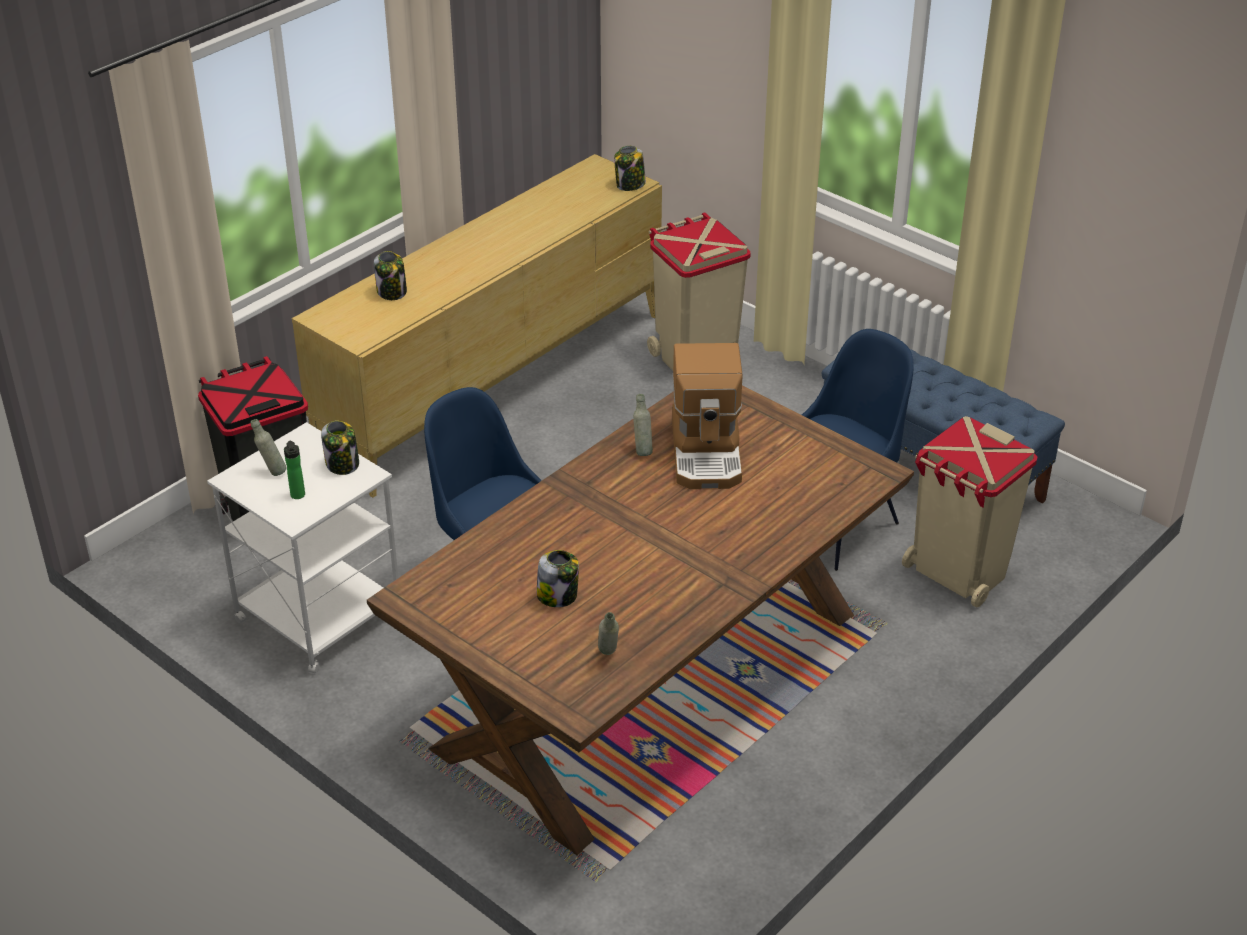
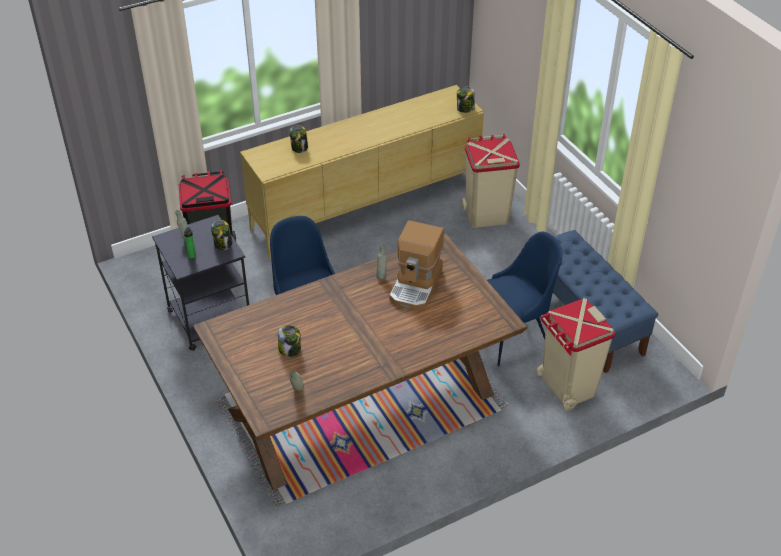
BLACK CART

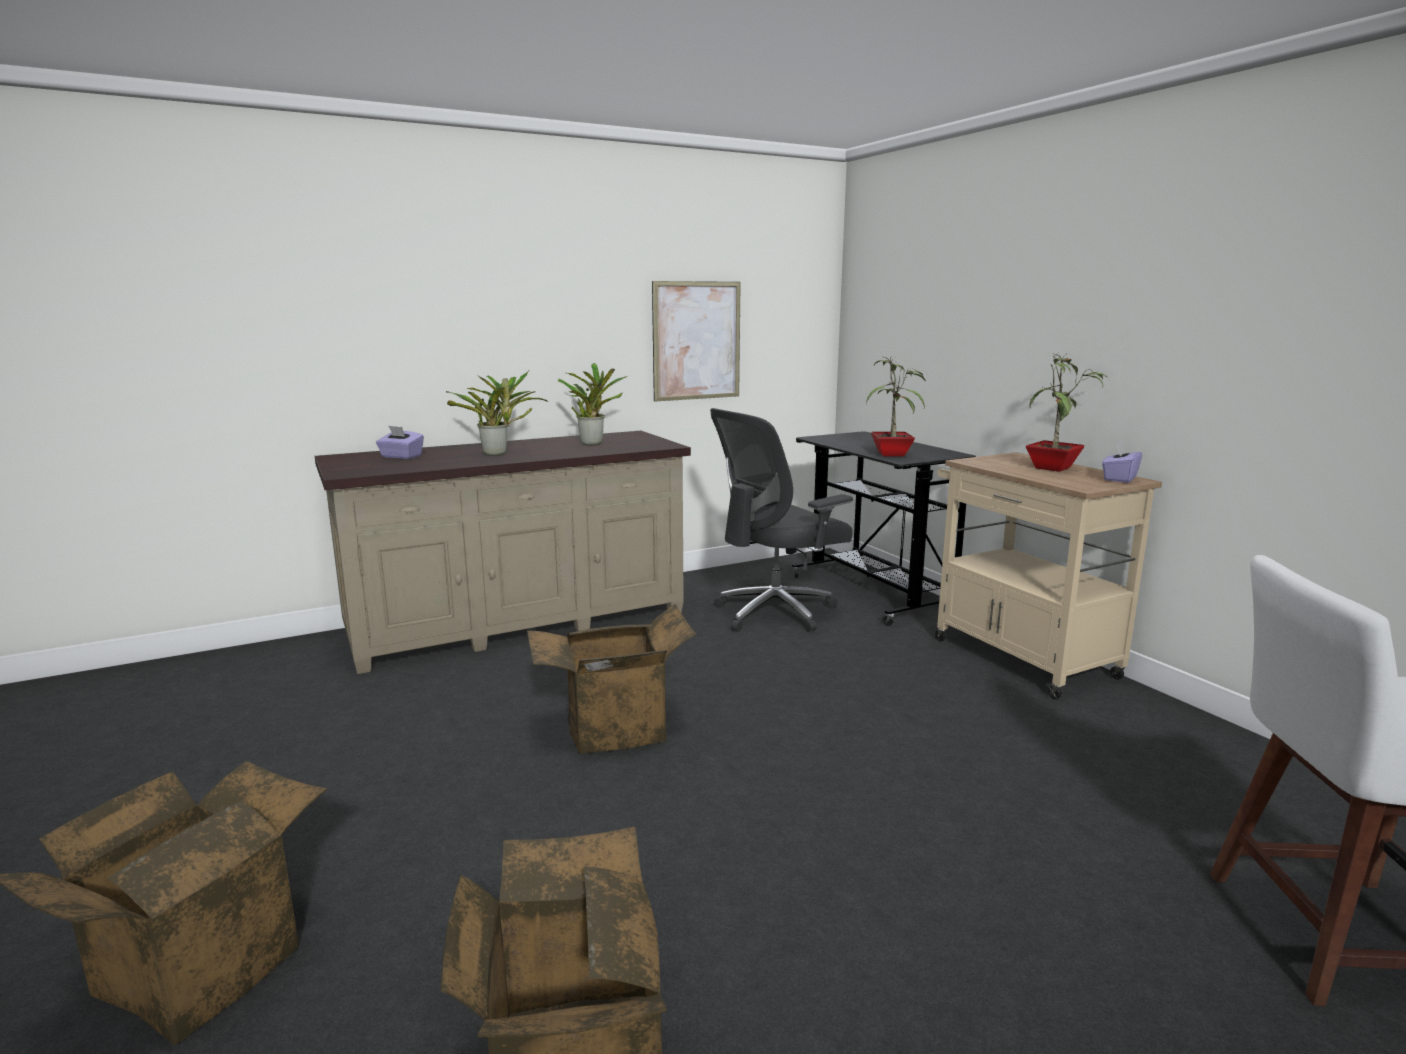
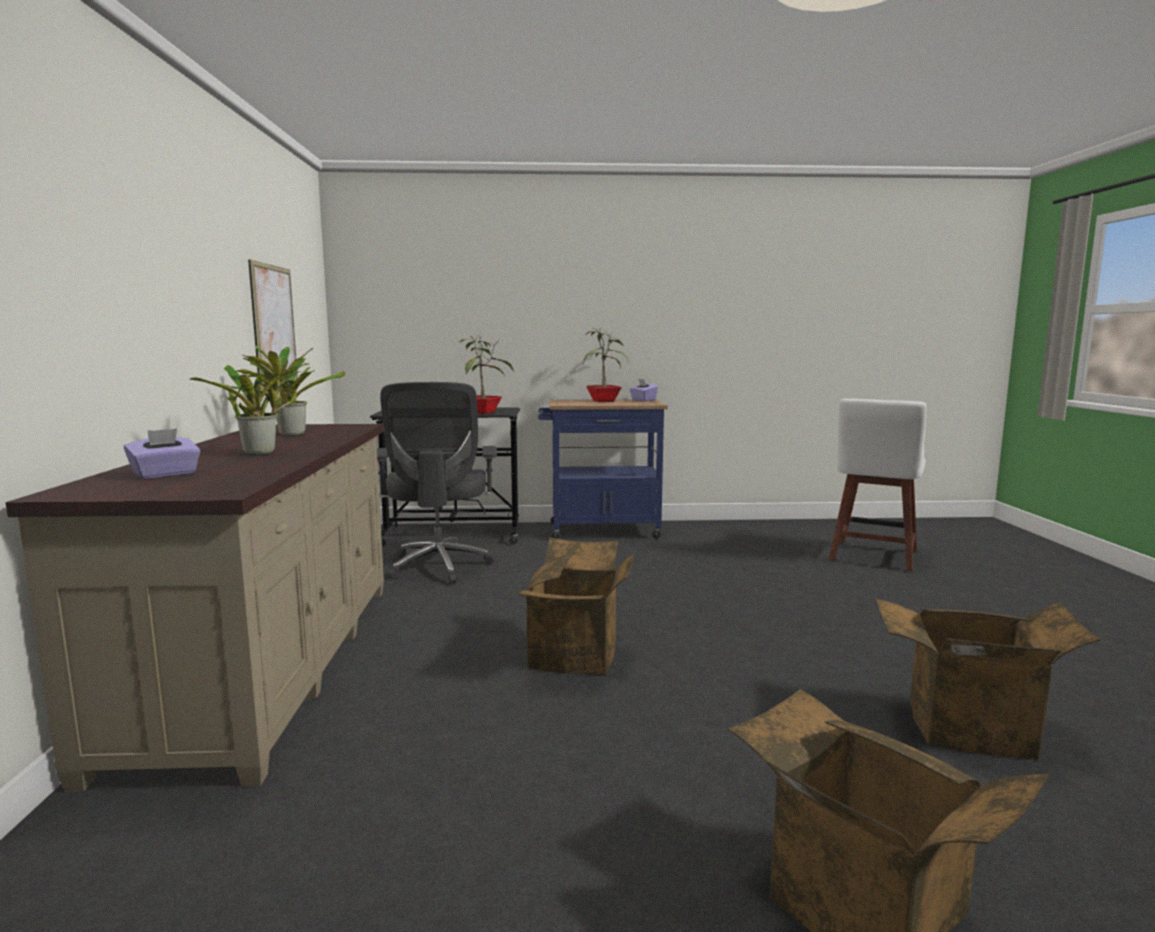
BLUE CART

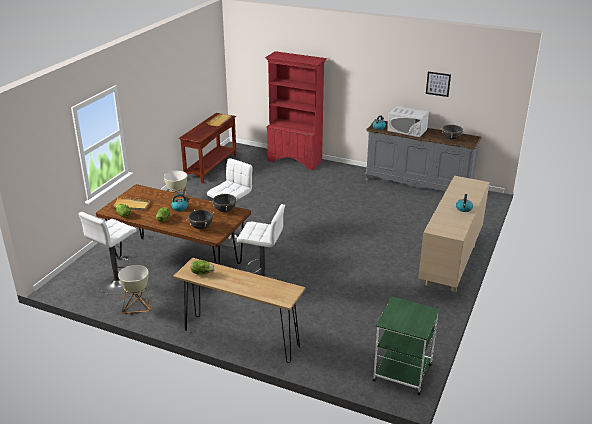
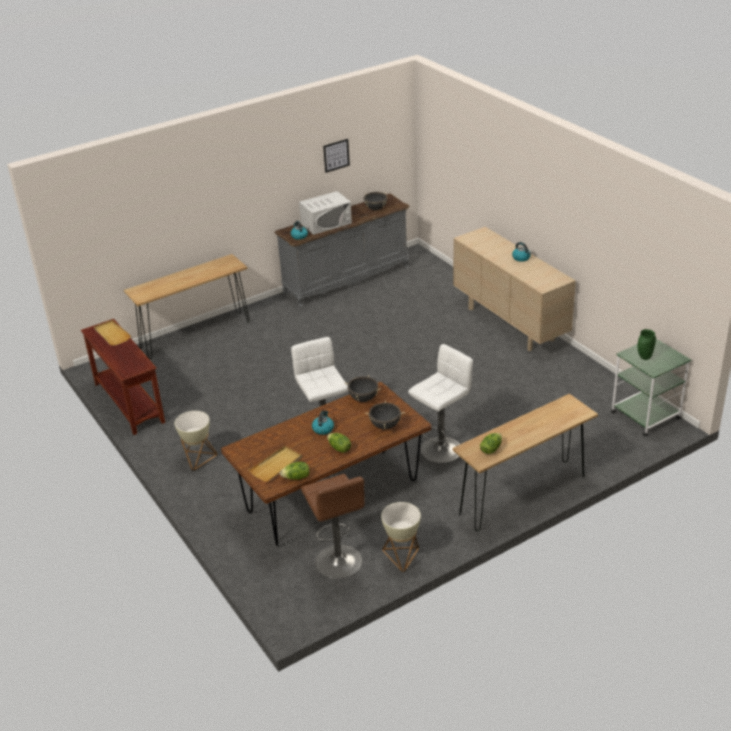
BROWN CONSOLE TABLE (no. 2 from left); BROWN STOOL; GREEN VASE

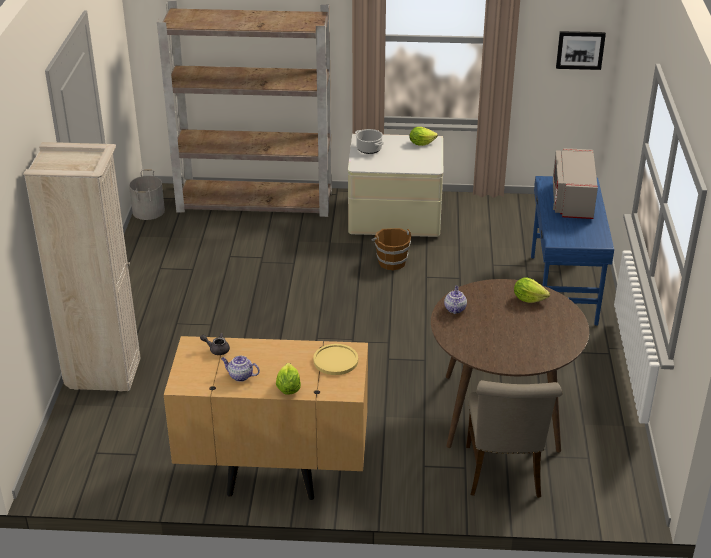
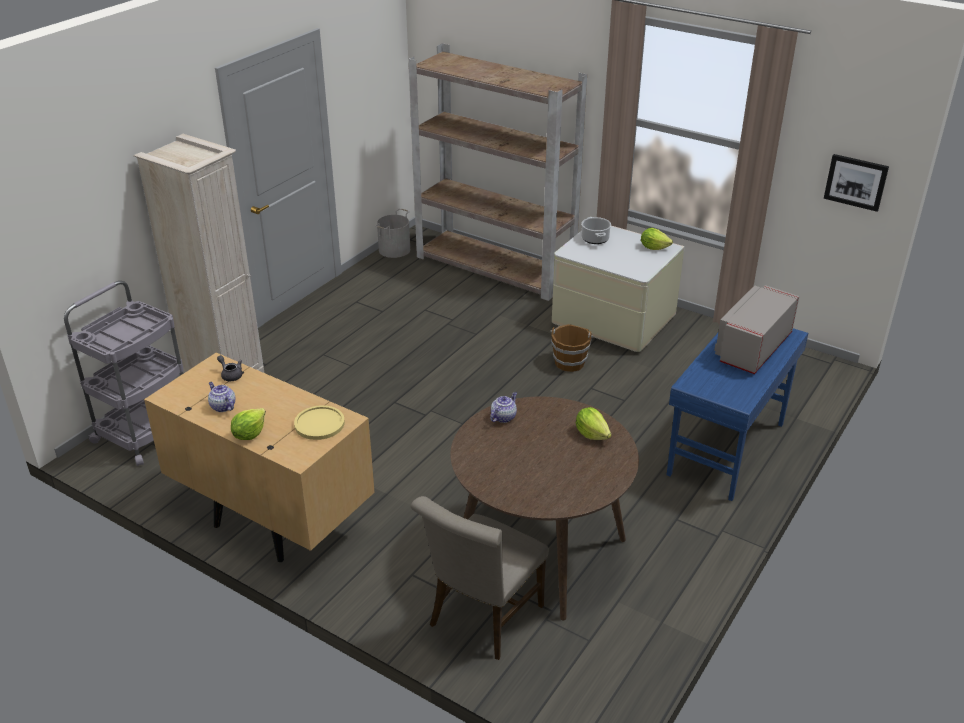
GREY CART

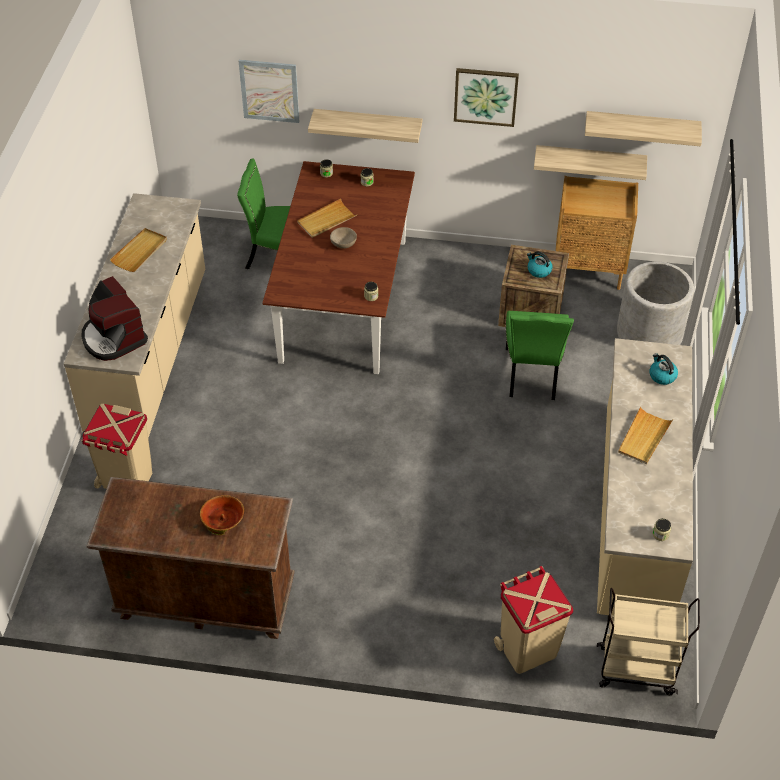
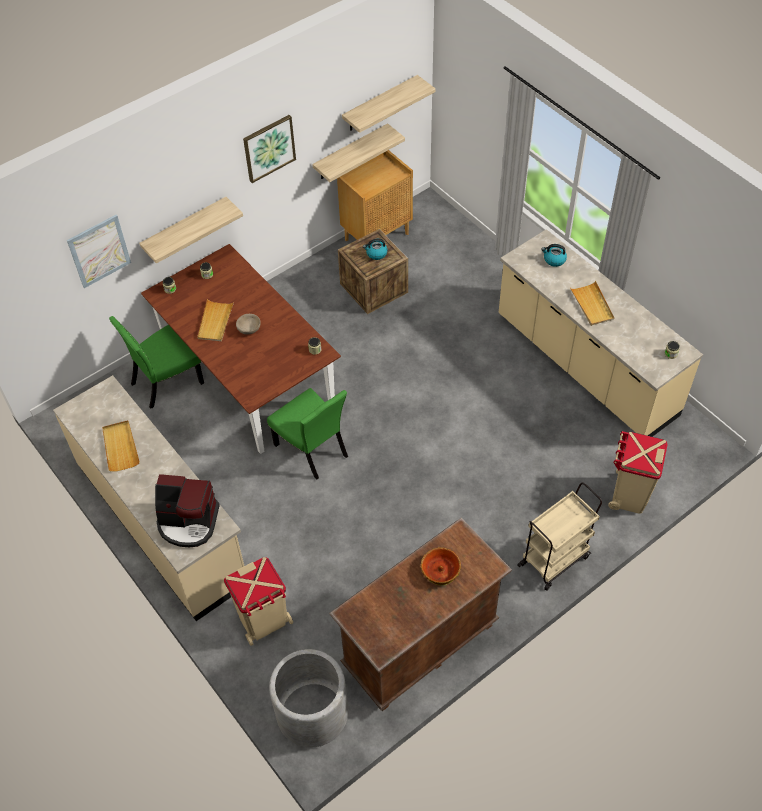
GREY PLANTER; GREEN CHAIR (no. 2 from left); BEIGE CART

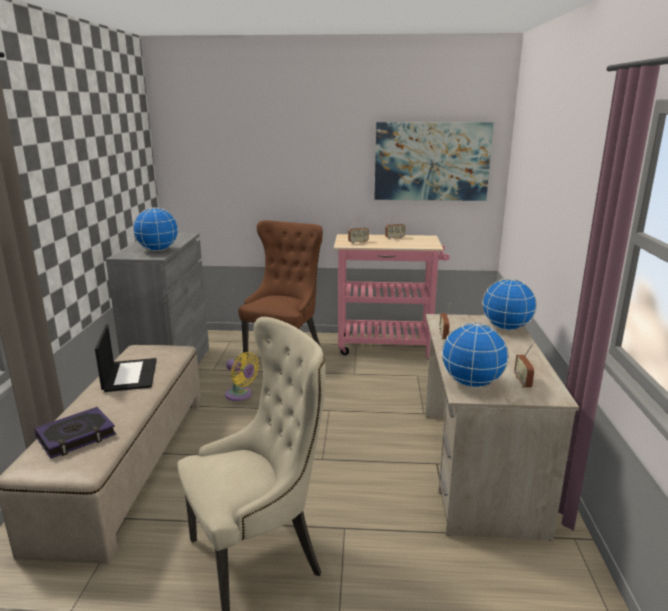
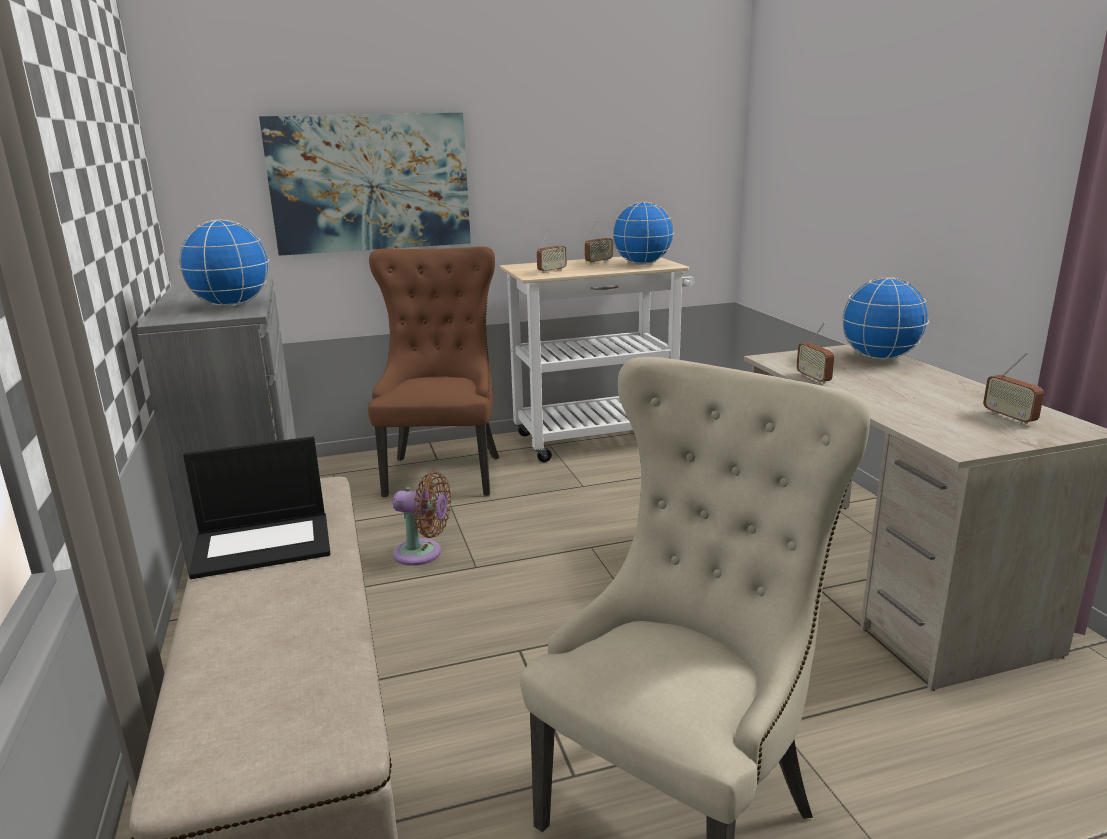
PICTURE; WHITE CART; GLOBE (no. 2 from left); LAPTOP; BROWN FAN; BOOK

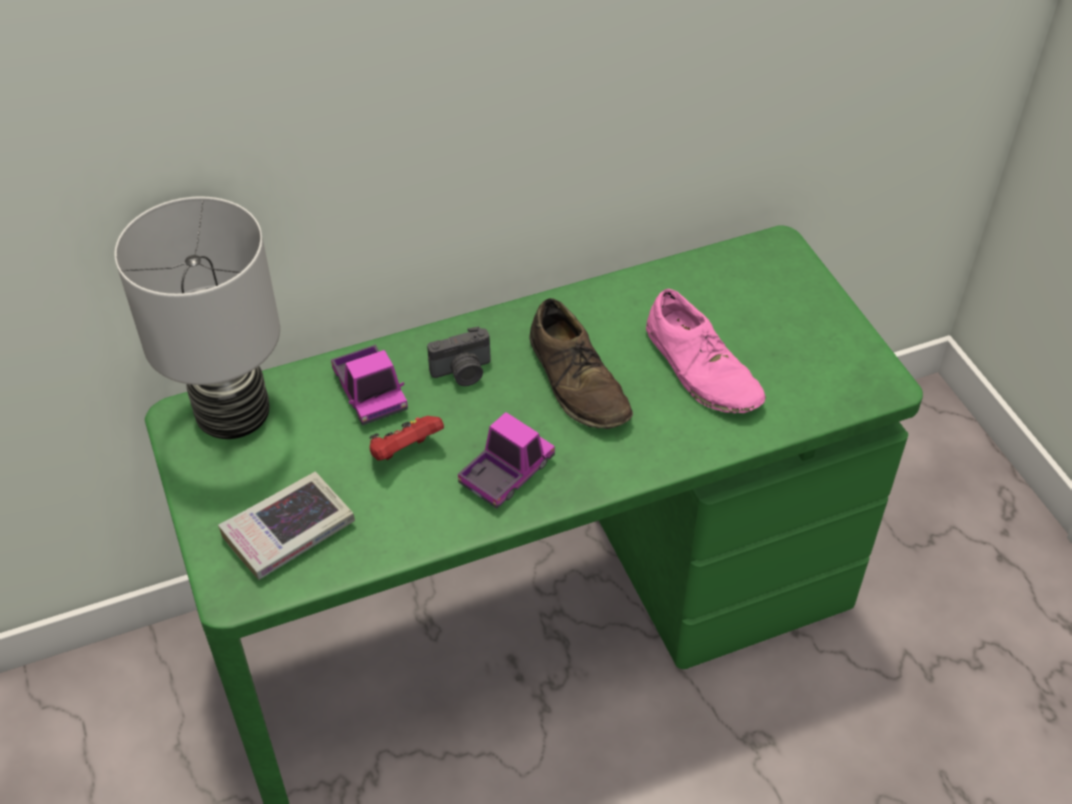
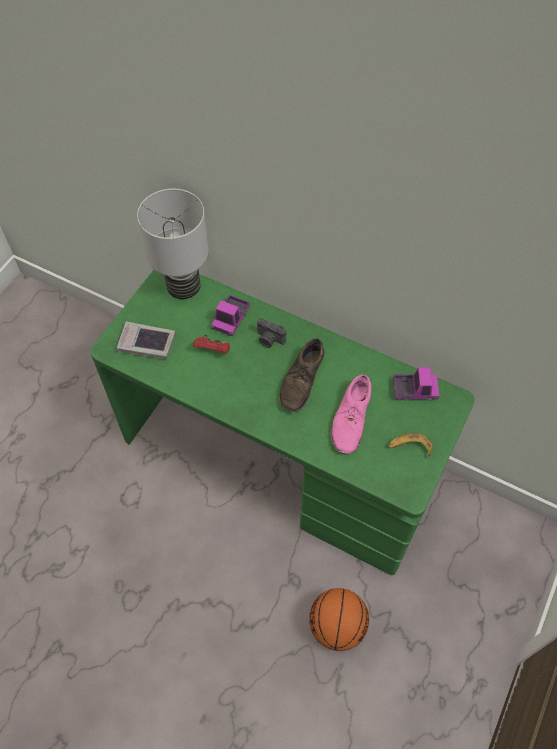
TOY TRUCK (no. 2 from left); BANANA; BASKETBALL

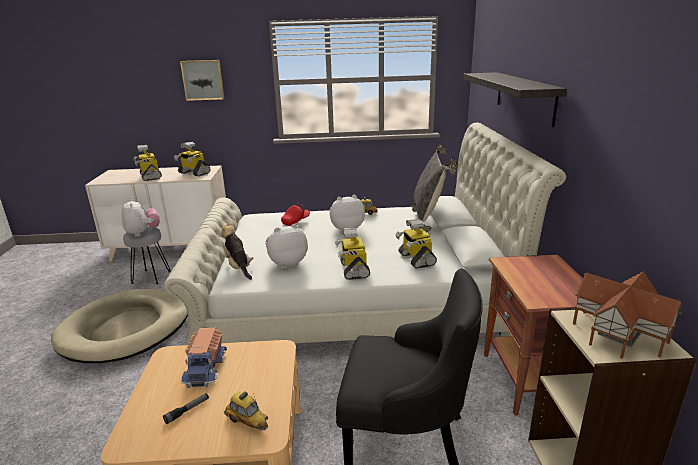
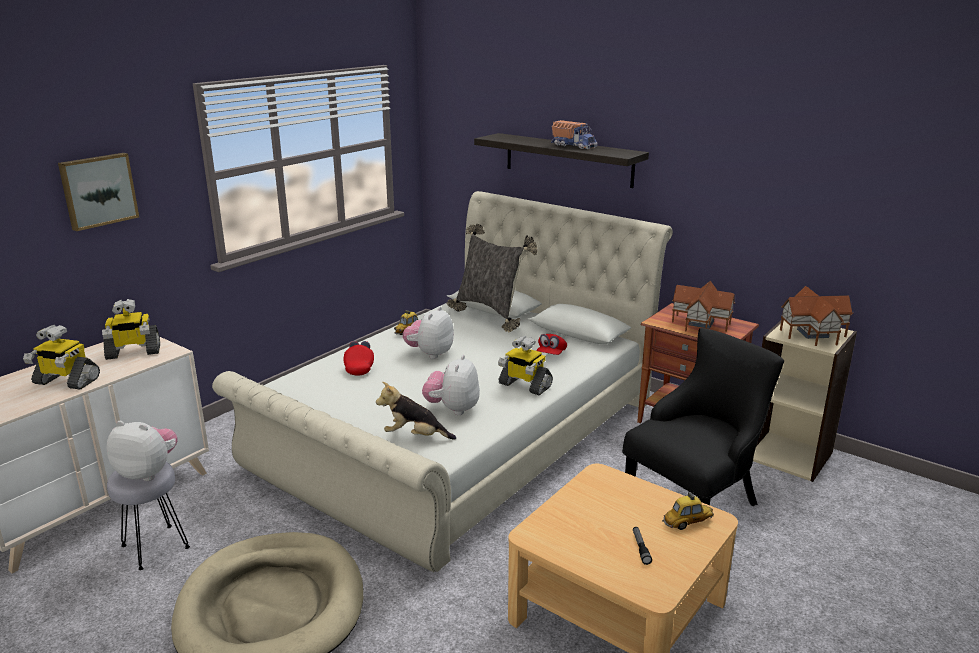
RED CAP (no. 2 from left); TOY TRUCK; TOY HOUSE (no. 1 from left)

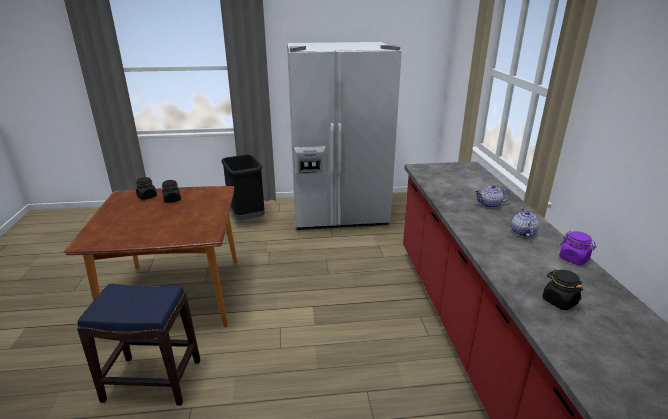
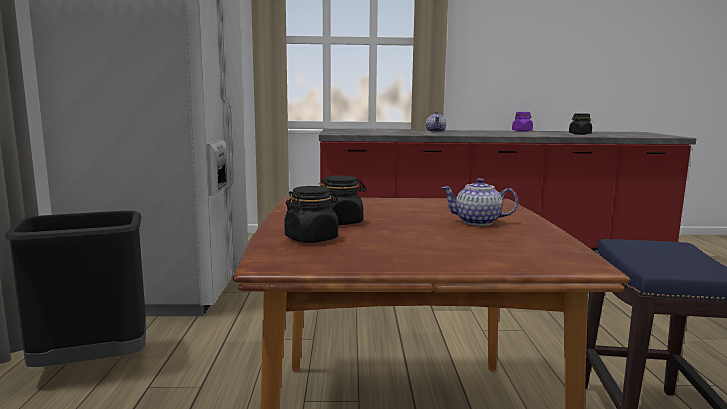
TEAPOT (no. 2 from left)

